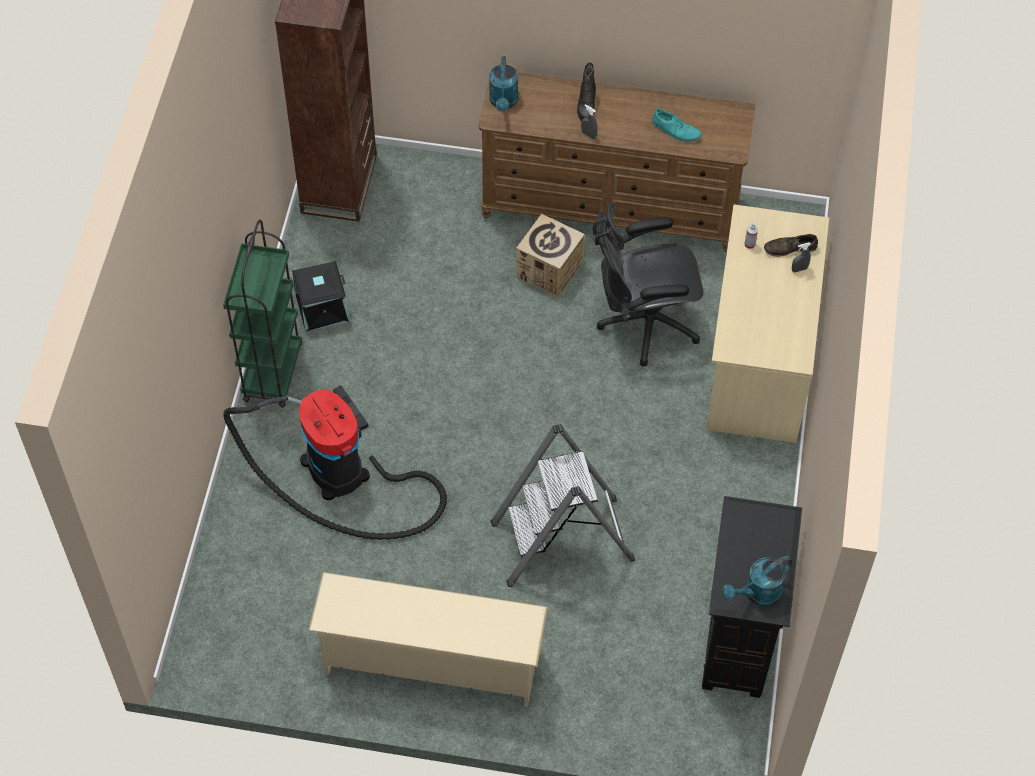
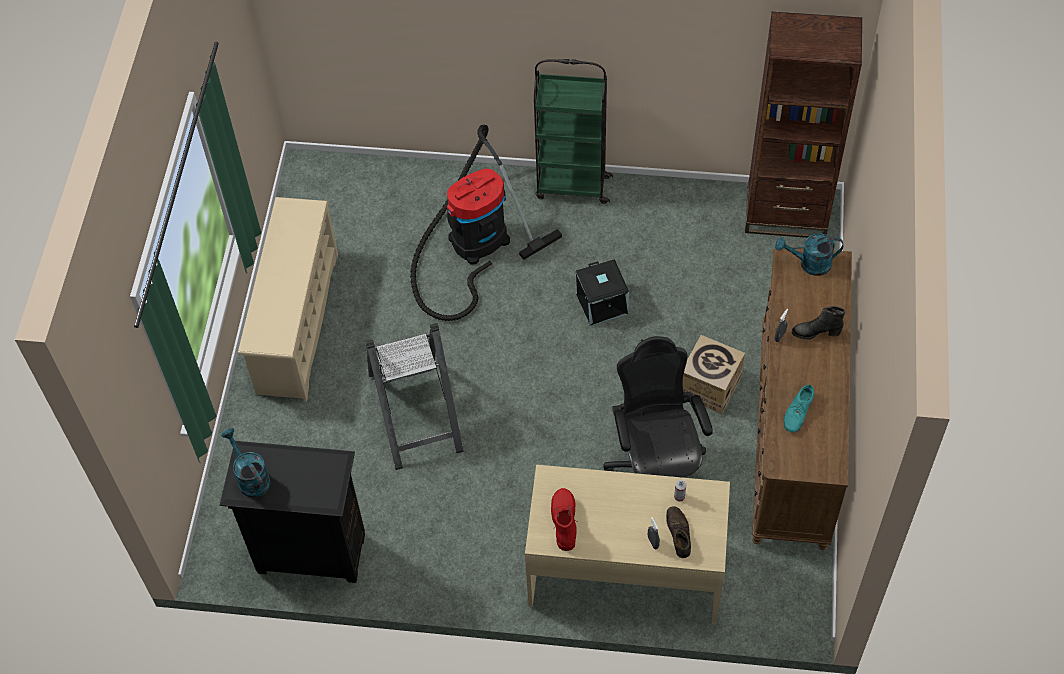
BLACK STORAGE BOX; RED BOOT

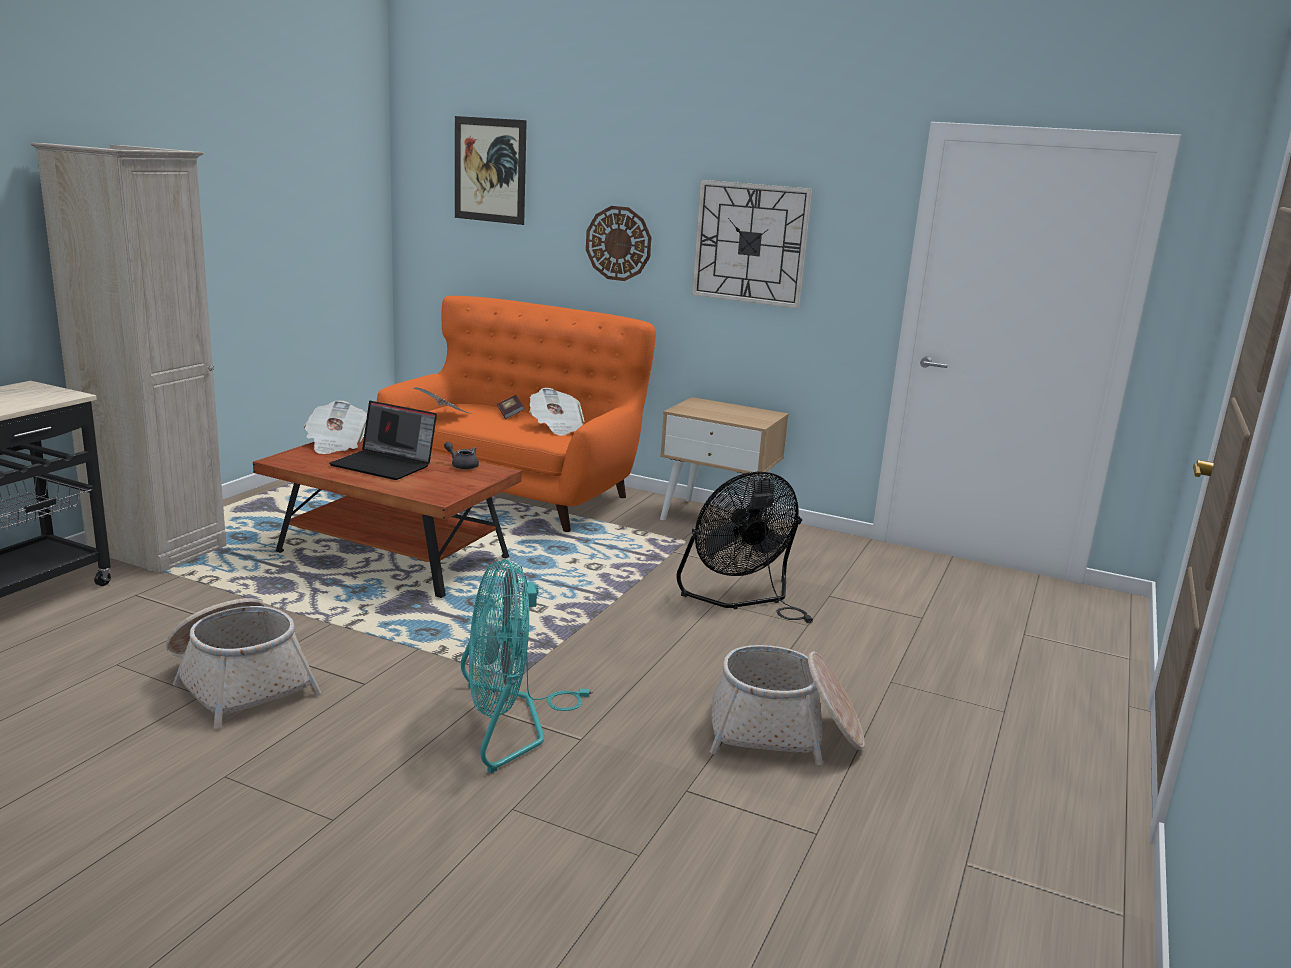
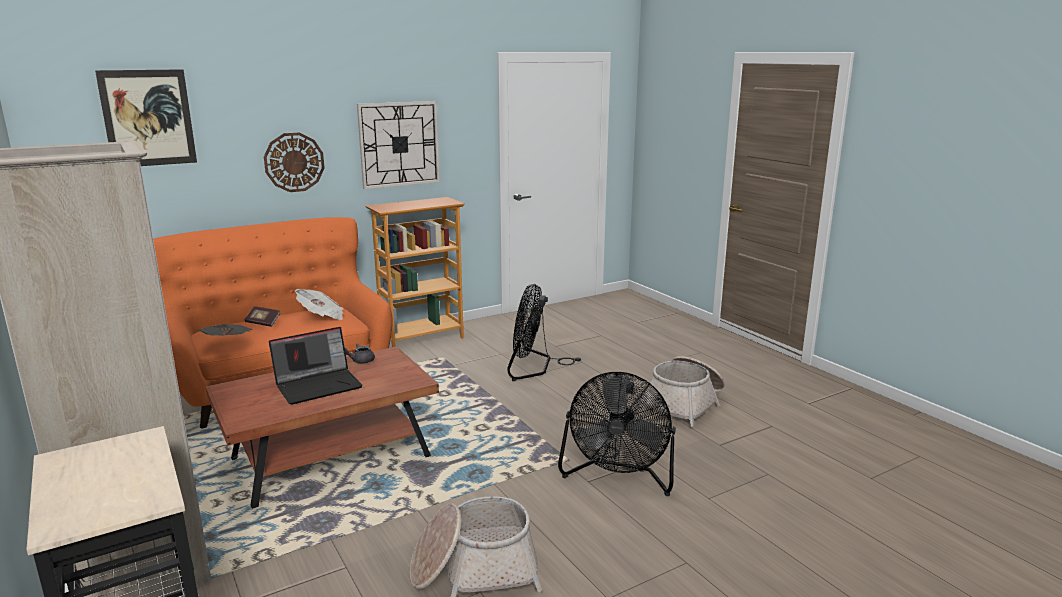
BOOKCASE; NEWSPAPER (no. 1 from left in the first image); BLACK FAN (no. 2 from left)

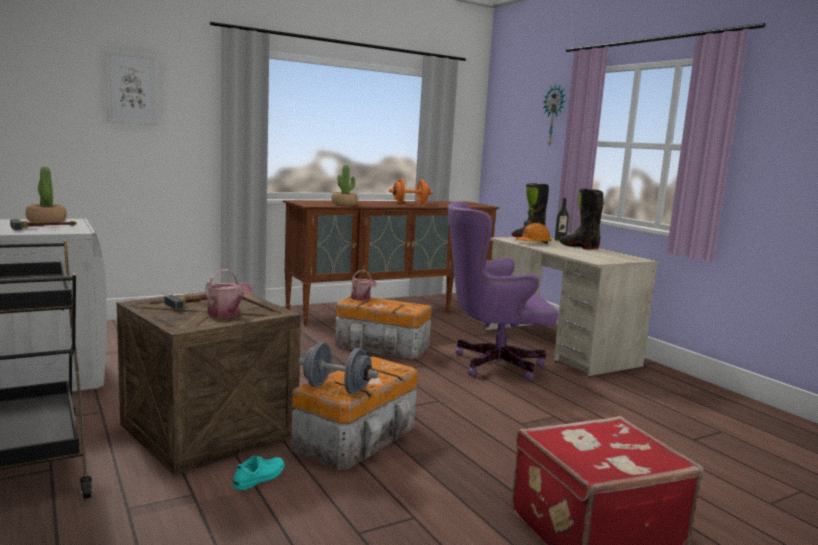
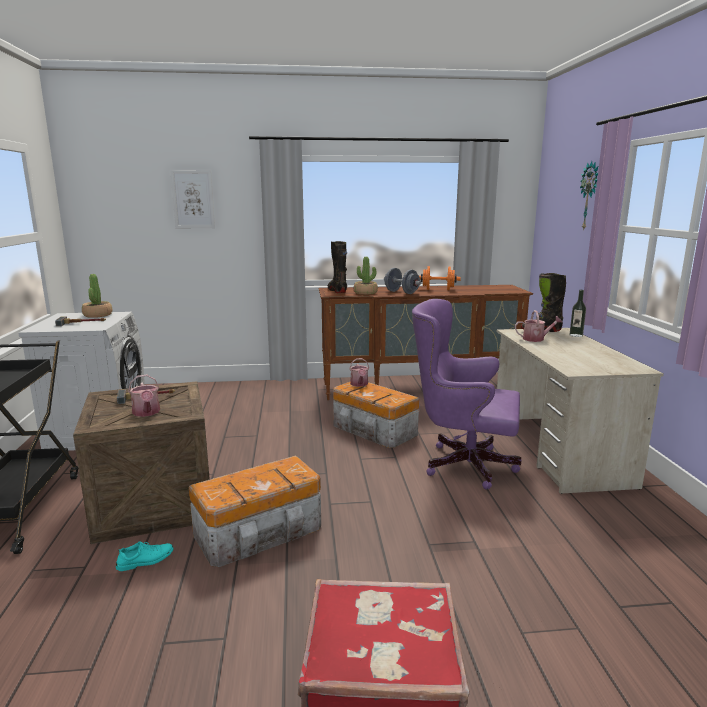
BLACK BOOT (no. 1 from left); WATERING CAN (no. 3 from left); GREY DUMBBELL

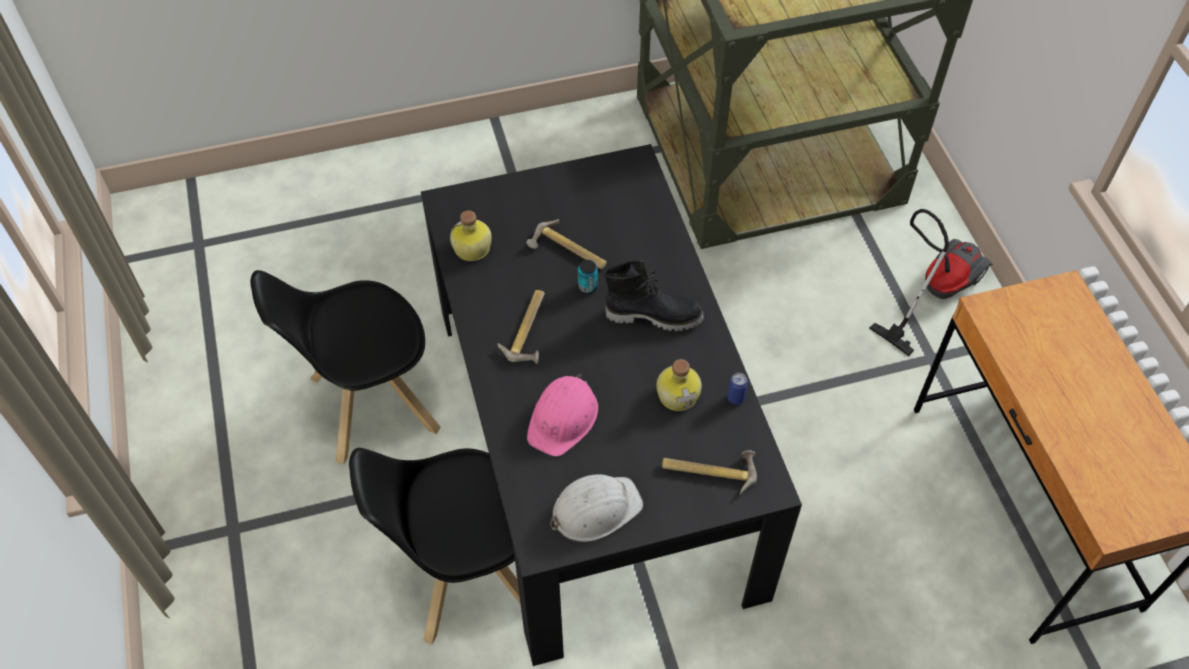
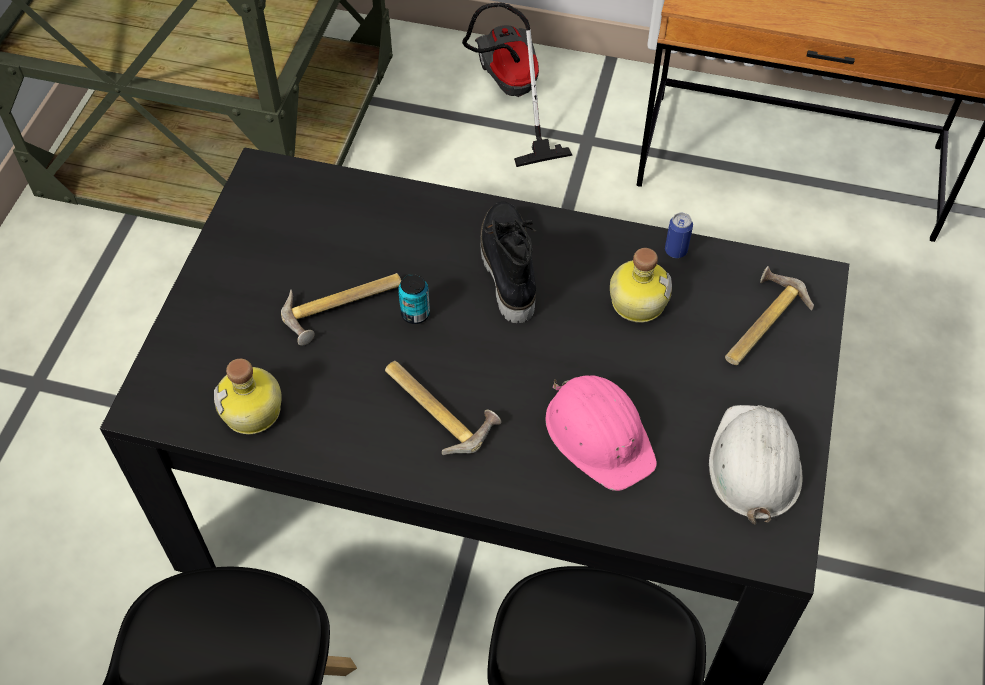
BLACK BOOT

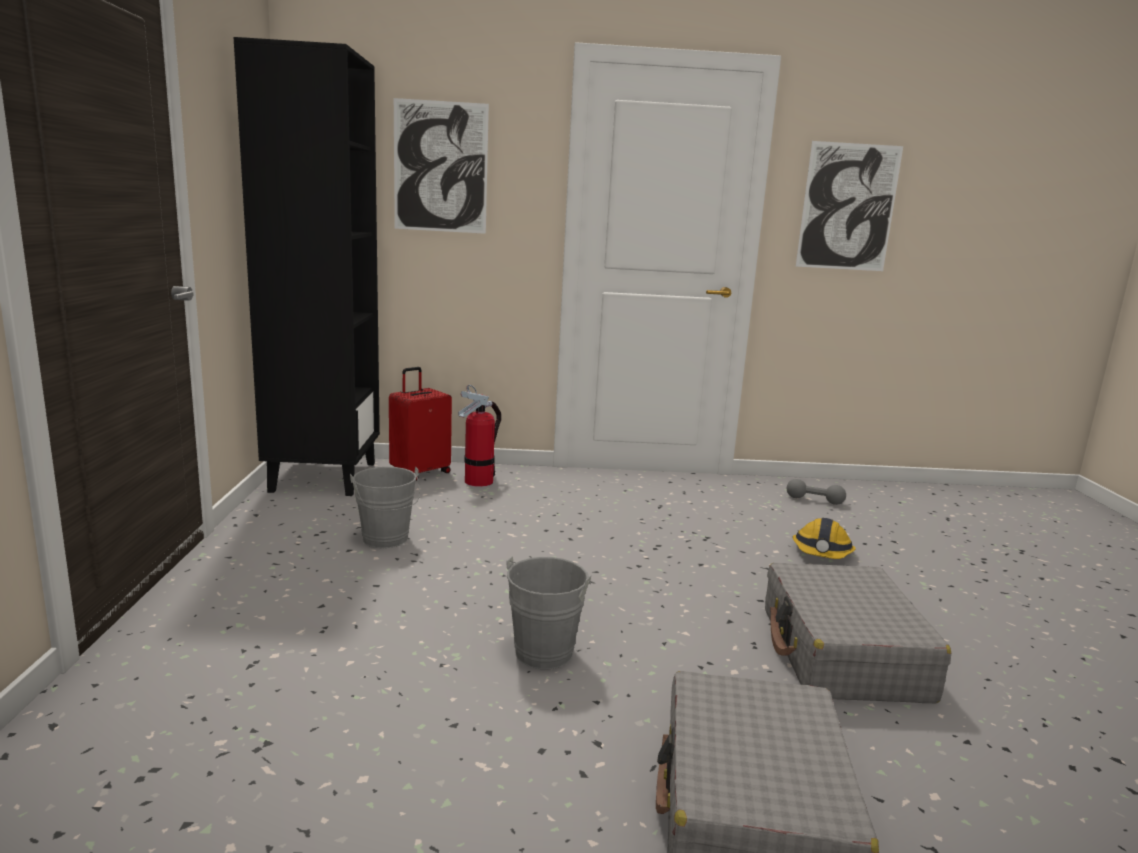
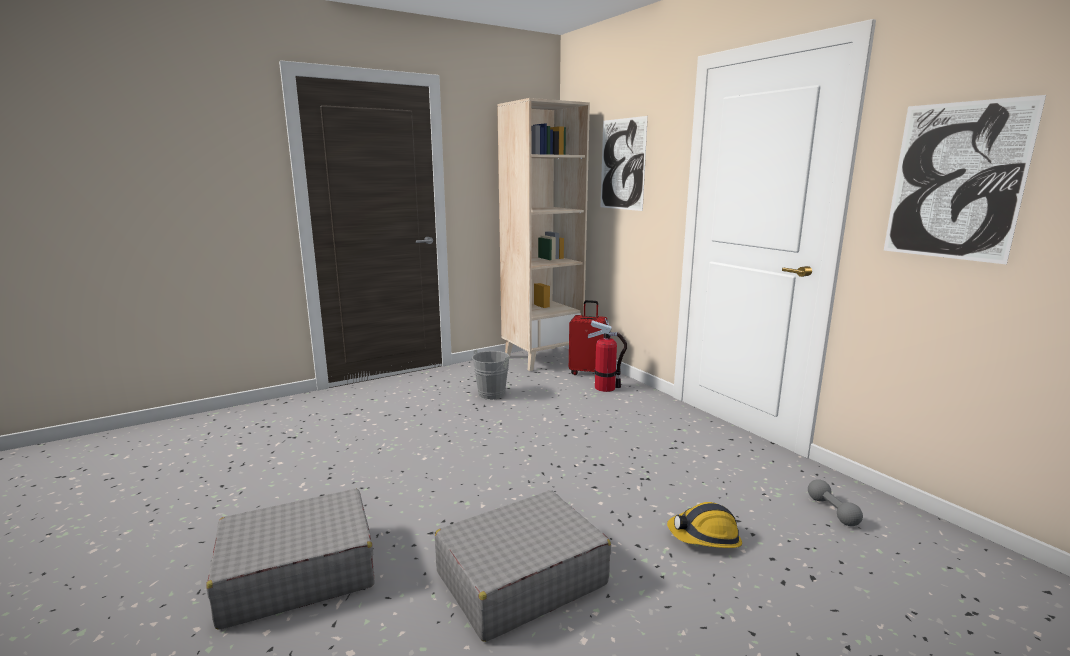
BEIGE BOOKCASE; GREY BUCKET (no. 2 from left in the first image)

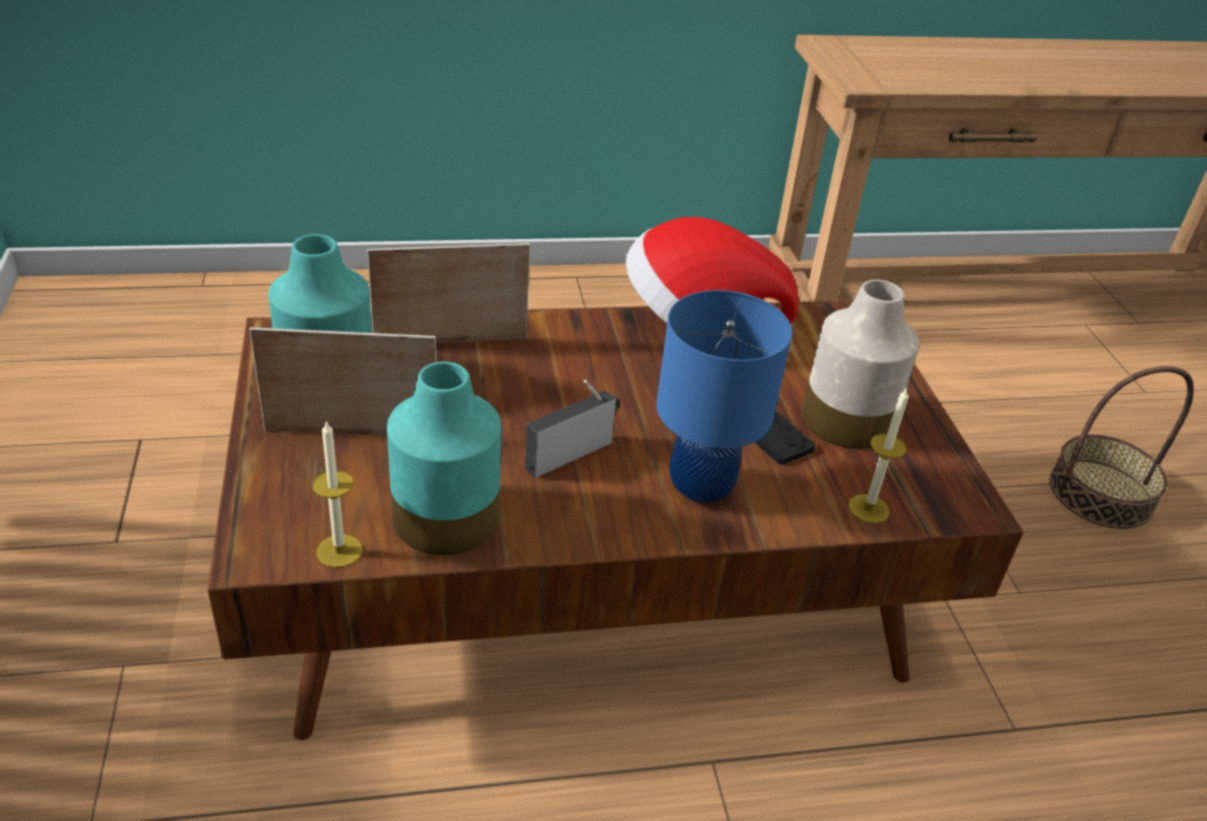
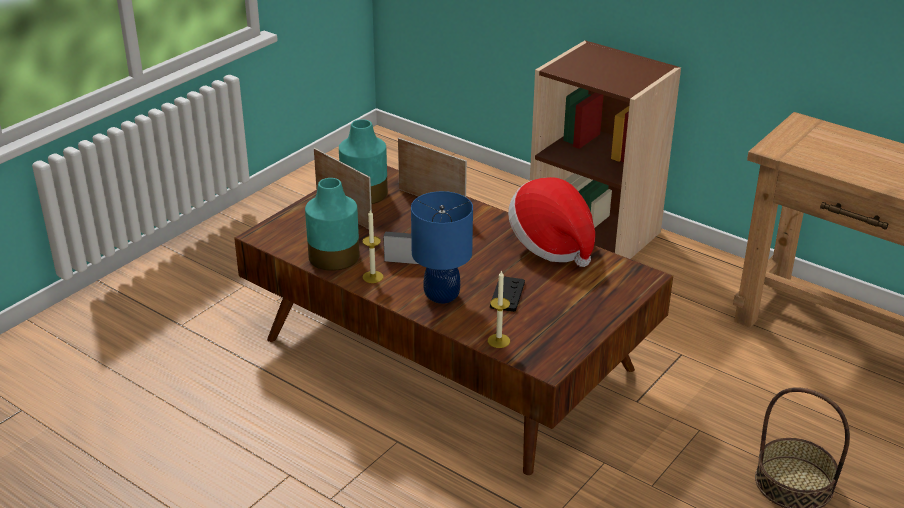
BEIGE VASE; CANDLE (no. 1 from left); BROWN BOOKCASE

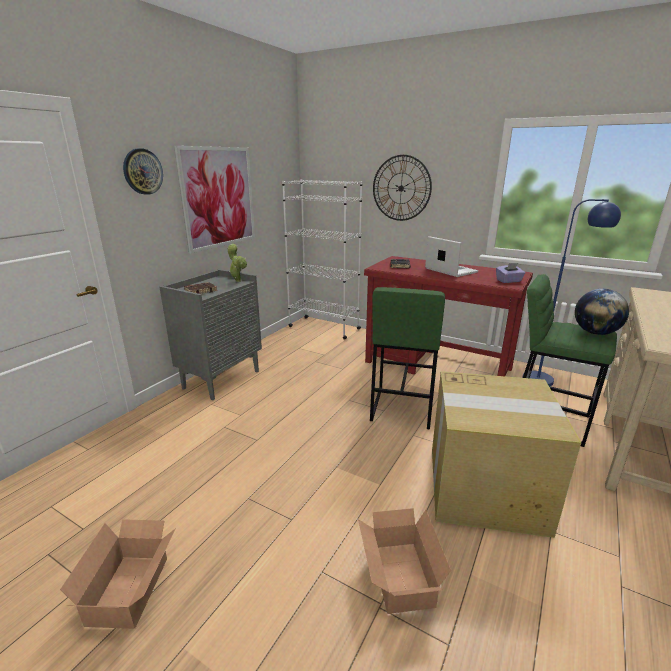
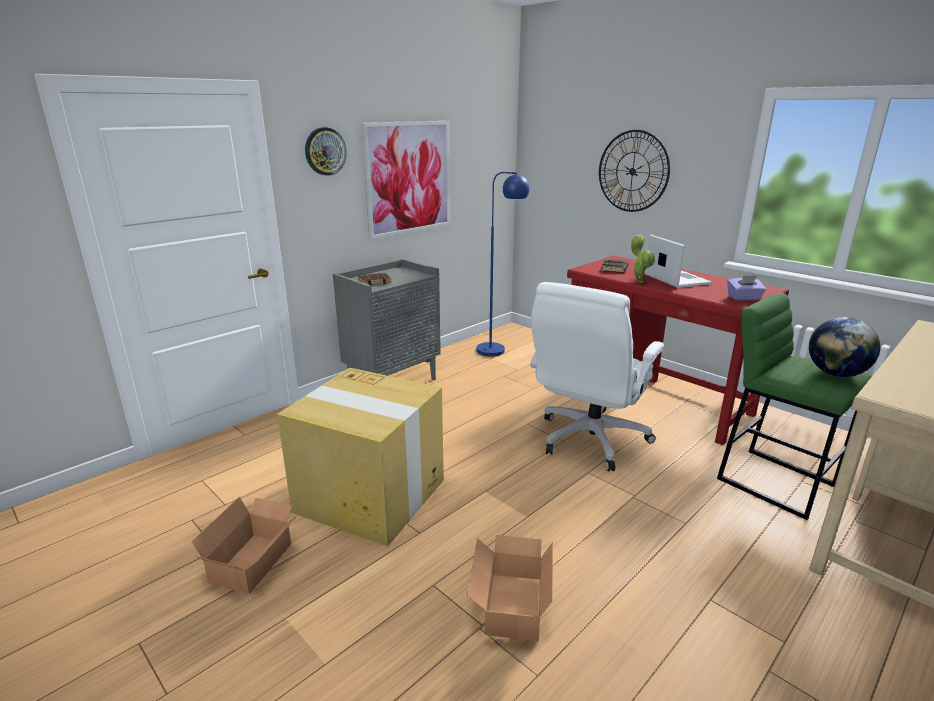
WHITE BOOKCASE; BLUE FLOOR LAMP; POTTED PLANT; WHITE OFFICE CHAIR; CARDBOARD BOX (no. 2 from left)

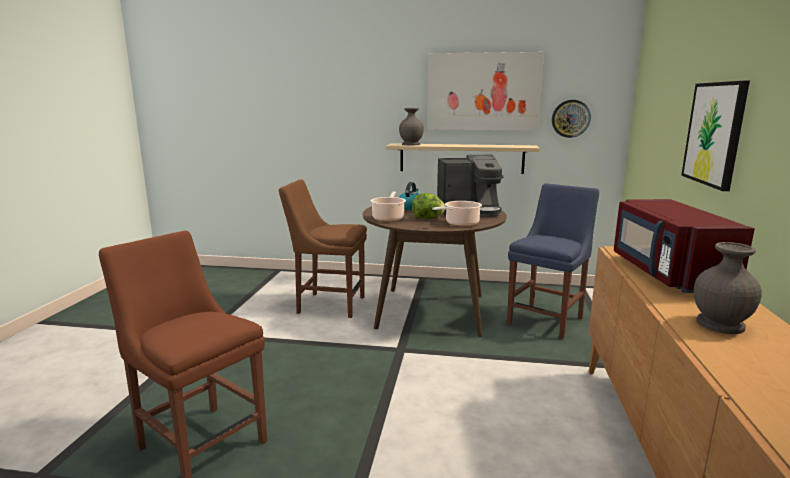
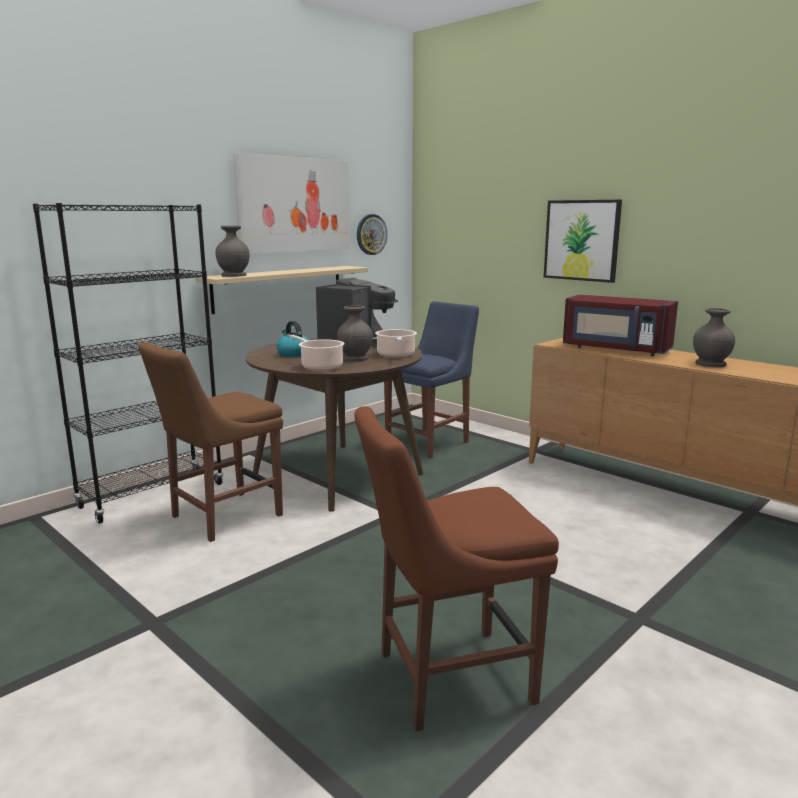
BLUE CHAIR; GREY VASE (no. 2 from left); BLACK BOOKCASE

